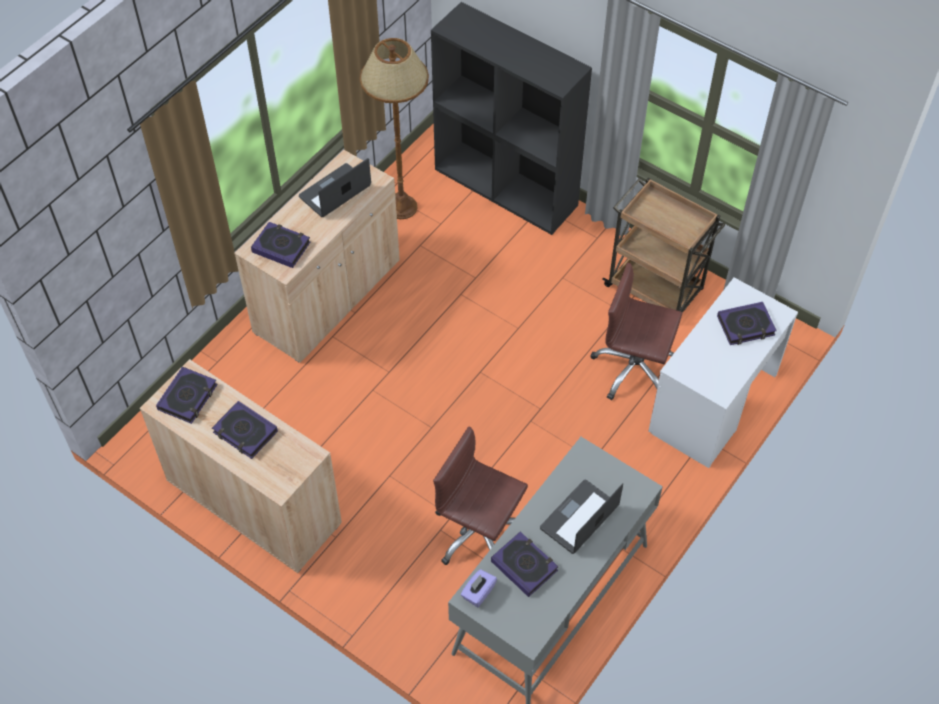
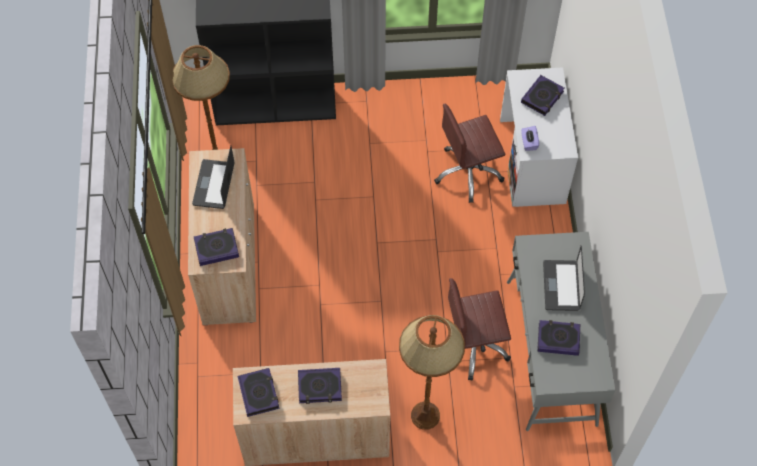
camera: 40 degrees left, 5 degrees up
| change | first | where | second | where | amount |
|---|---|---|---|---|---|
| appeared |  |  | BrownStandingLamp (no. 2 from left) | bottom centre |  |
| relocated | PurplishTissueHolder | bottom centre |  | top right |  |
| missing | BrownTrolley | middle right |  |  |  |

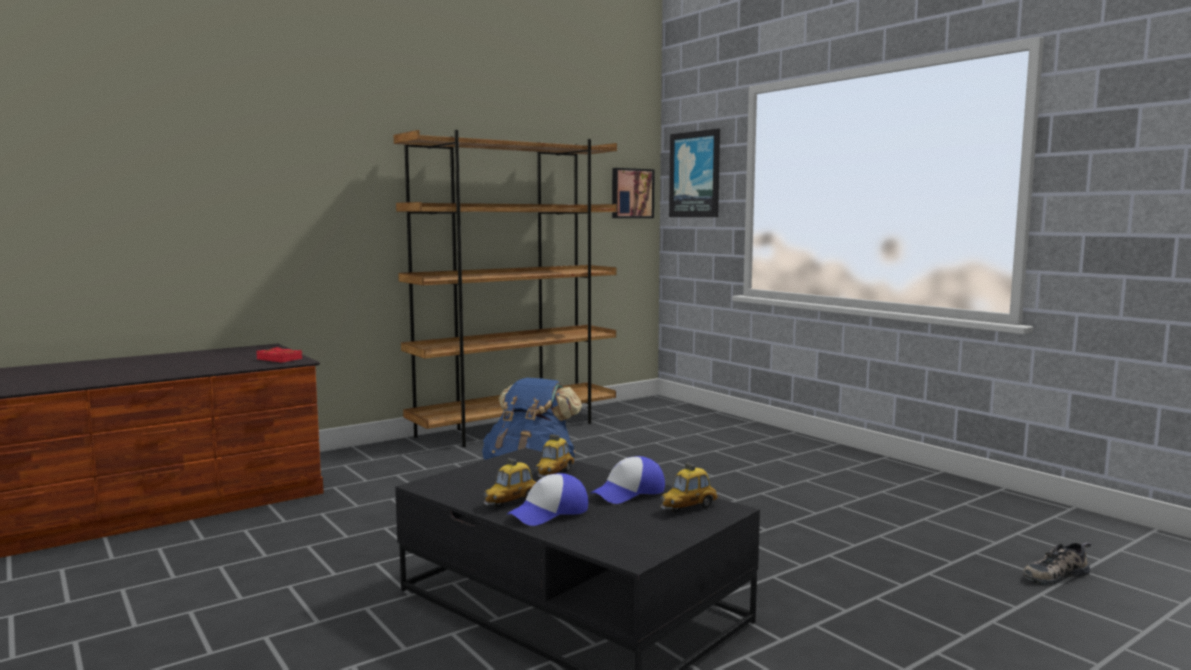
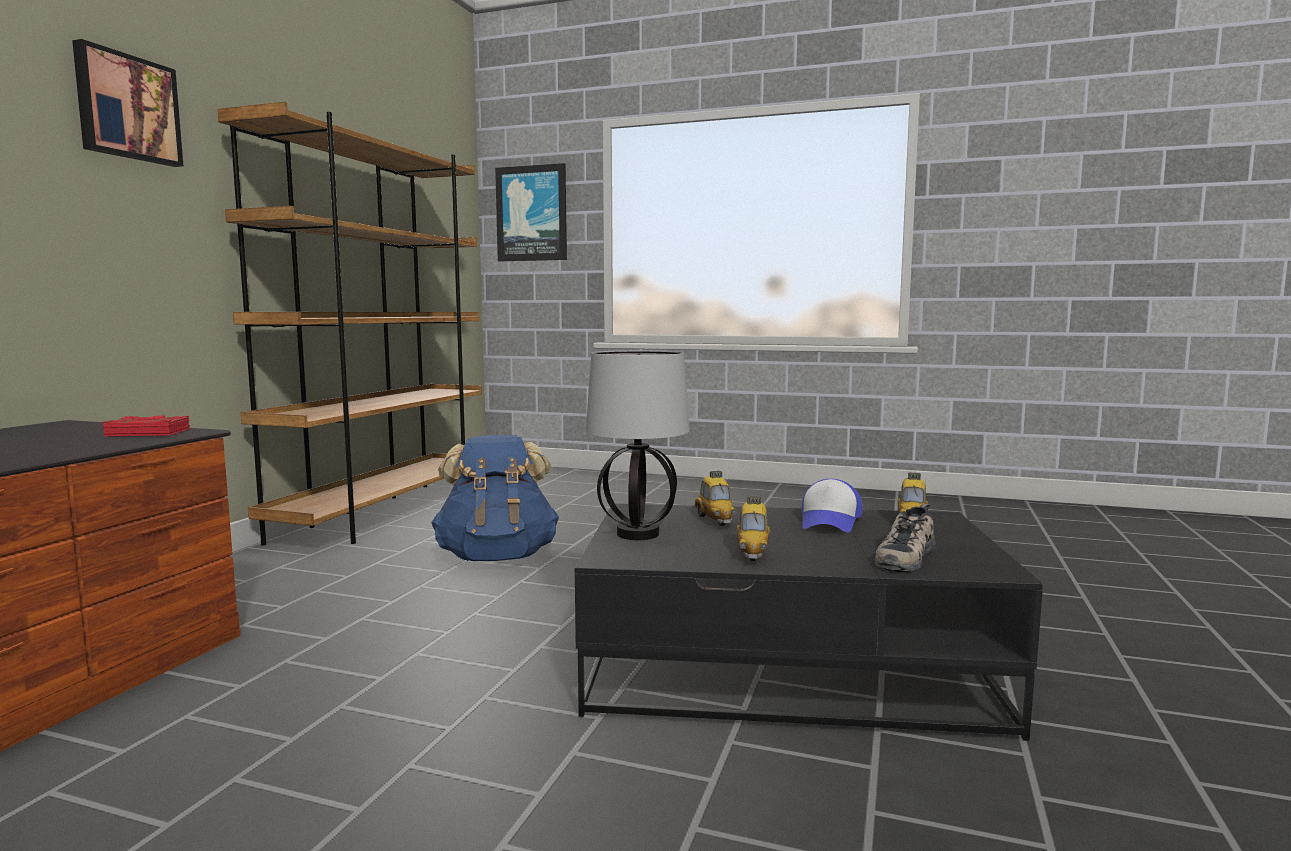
camera: 35 degrees left, 0 degrees up
| change | first | where | second | where | amount |
|---|---|---|---|---|---|
| relocated | WallArt (no. 1 from left) | top centre |  | top left |  |
| appeared |  |  | TabletopLamp | centre |  |
| relocated | LowShoe | bottom right |  | middle right |  |
| missing | BaseballCap (no. 1 from left) | bottom centre |  |  |  |

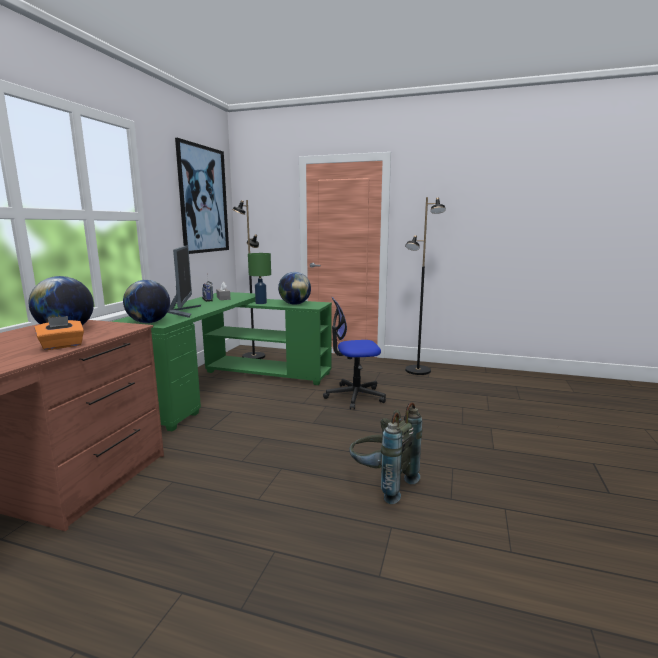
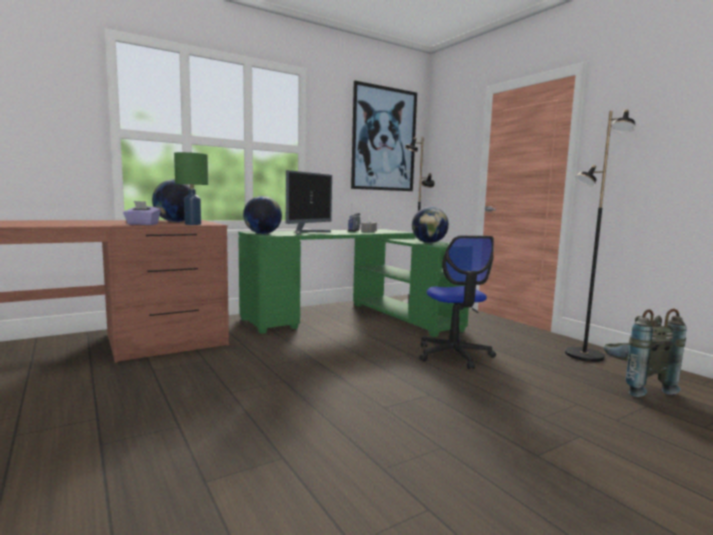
camera: 40 degrees right, 5 degrees down
| change | first | where | second | where | amount |
|---|---|---|---|---|---|
| colour | OrangeTissueHolder | middle left | PurplishTissueHolder | middle left |  |
| relocated | GreenTabletopLamp | centre |  | middle left |  |
| spun | ComputerChair | centre |  | centre | 135 degrees counterclockwise |
| relocated | GrayRucksack | bottom centre |  | middle right |  |

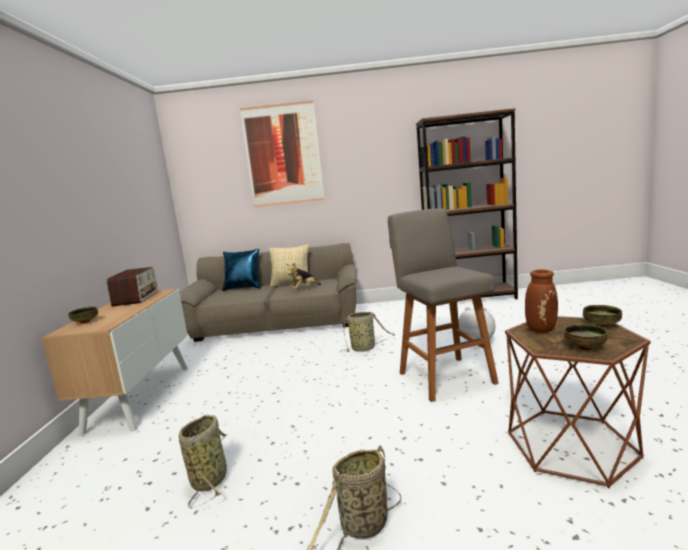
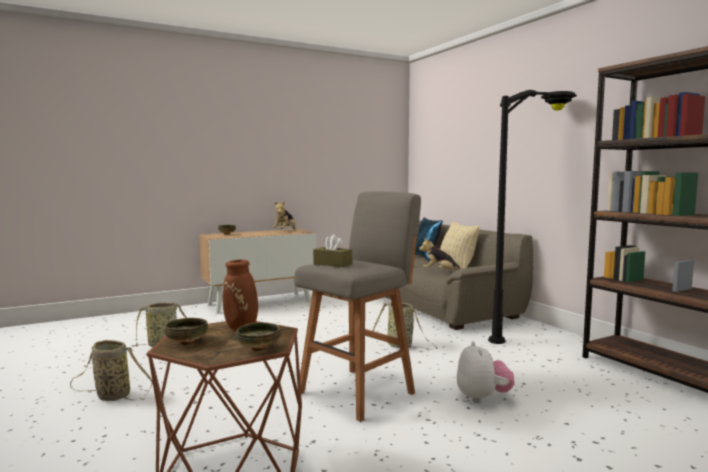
camera: 60 degrees right, 5 degrees down
| change | first | where | second | where | amount |
|---|---|---|---|---|---|
| exchanged | RadioReceiver | middle left | CuddlyToy (no. 1 from left) | centre |  |
| appeared |  |  | BrownTissueHolder | centre |  |
| appeared |  |  | BlackColouredStandingLamp | middle right |  |
| missing | WallArt | top centre |  |  |  |

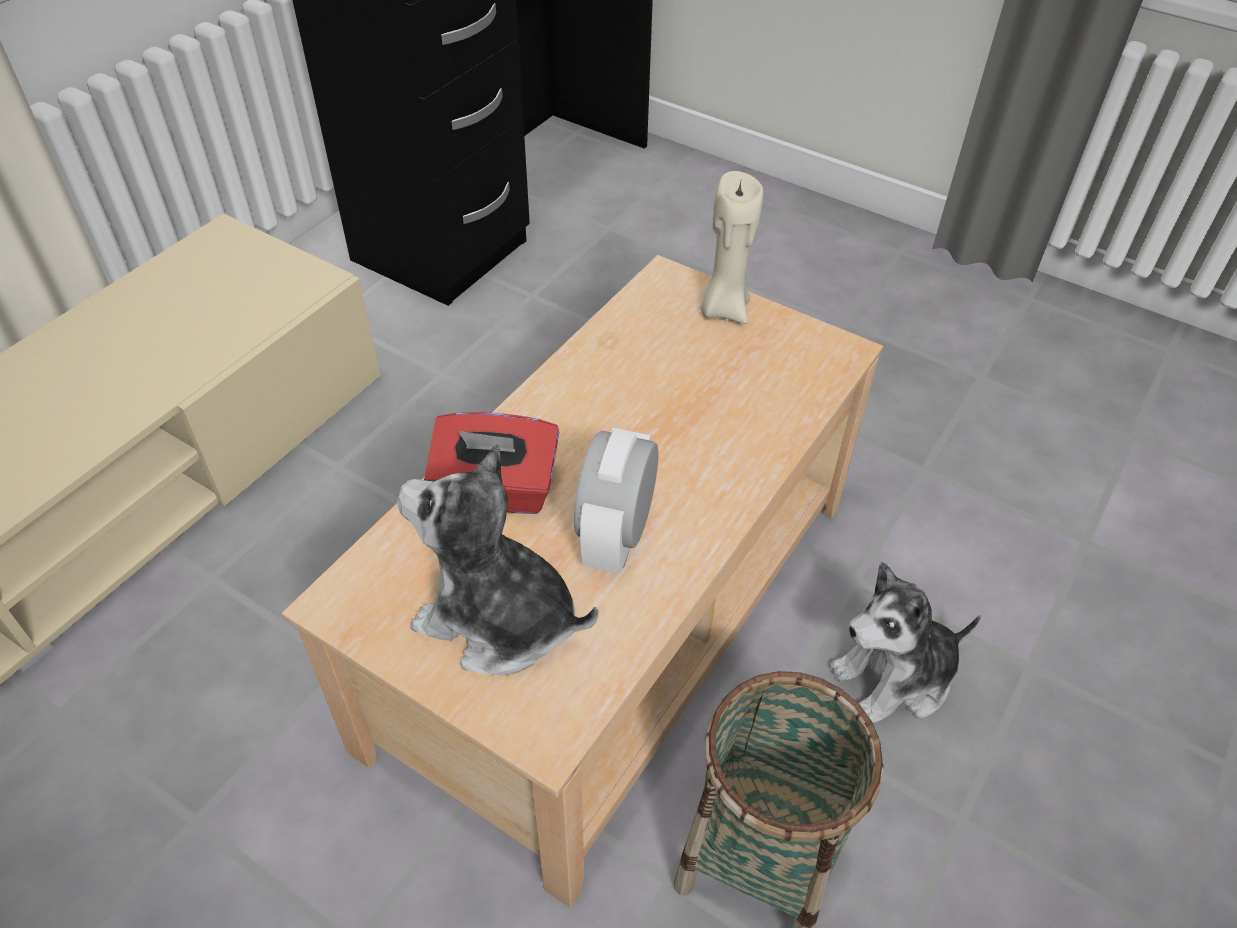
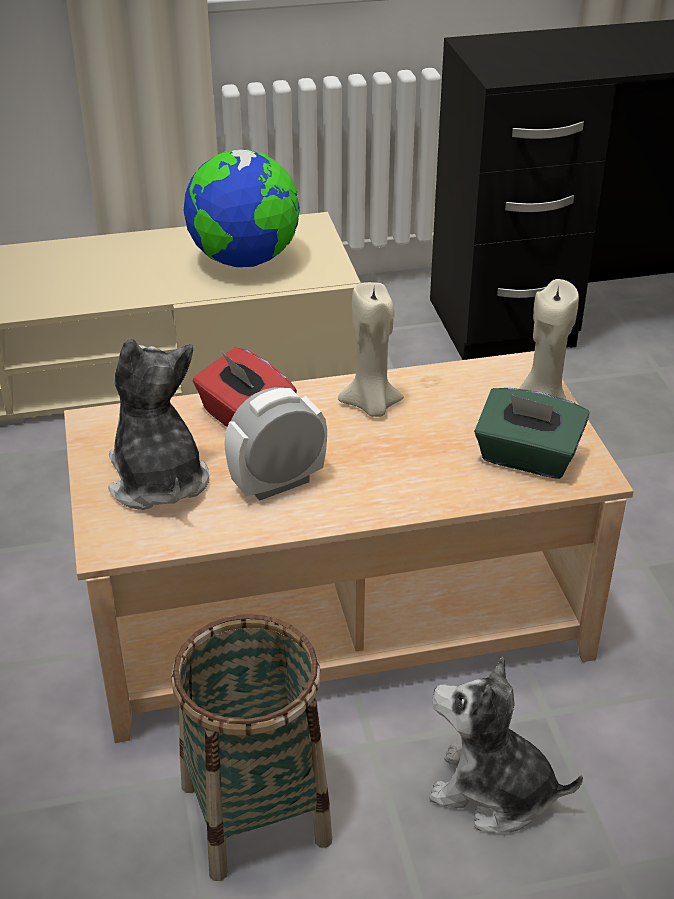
camera: 45 degrees right, 10 degrees down
| change | first | where | second | where | amount |
|---|---|---|---|---|---|
| appeared |  |  | Globe | top centre |  |
| appeared |  |  | SandColouredWaxLight (no. 1 from left) | centre |  |
| appeared |  |  | GreenTissueHolder | middle right |  |

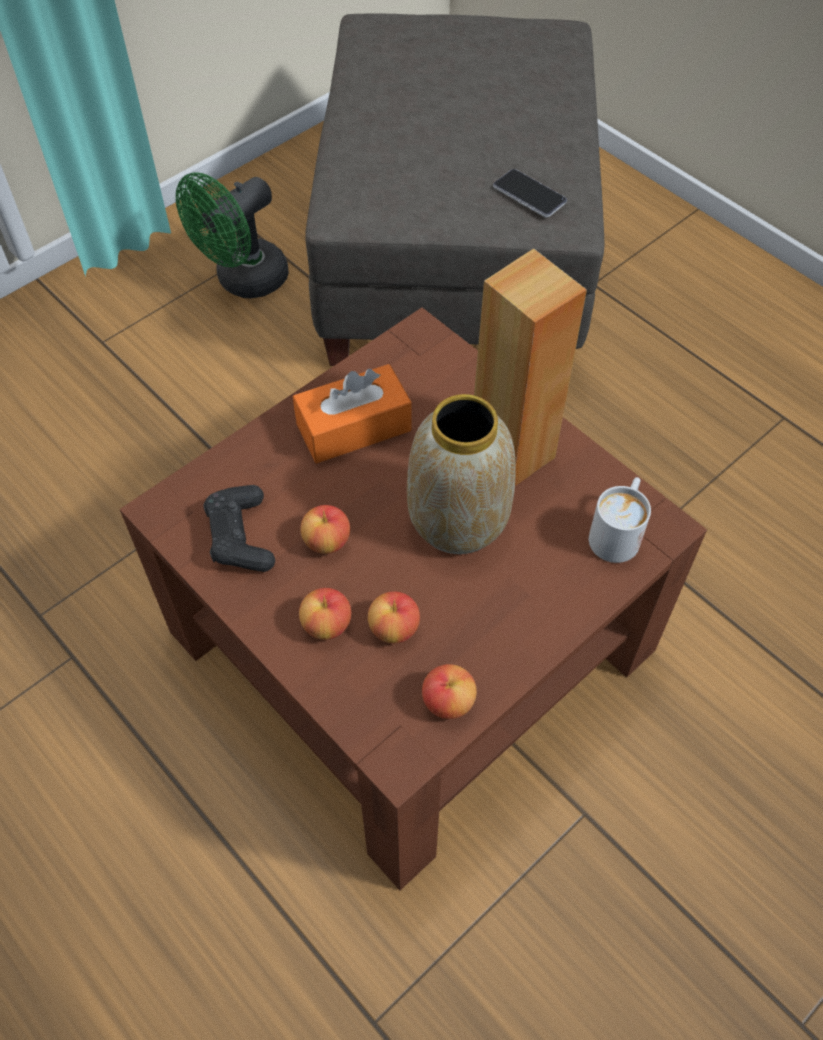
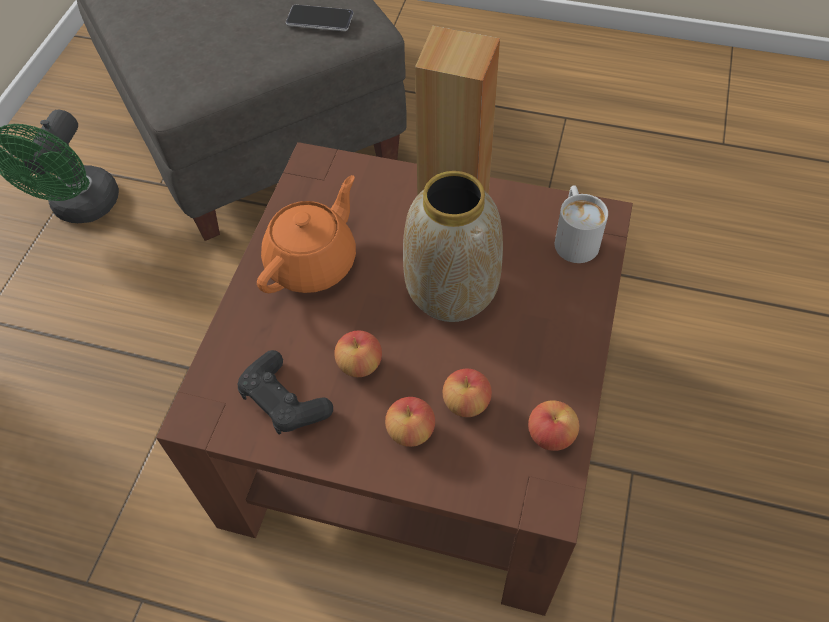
camera: 30 degrees left, 0 degrees up
| change | first | where | second | where | amount |
|---|---|---|---|---|---|
| exchanged | OrangeTissueHolder | centre | OrangePotForTea | centre |  |

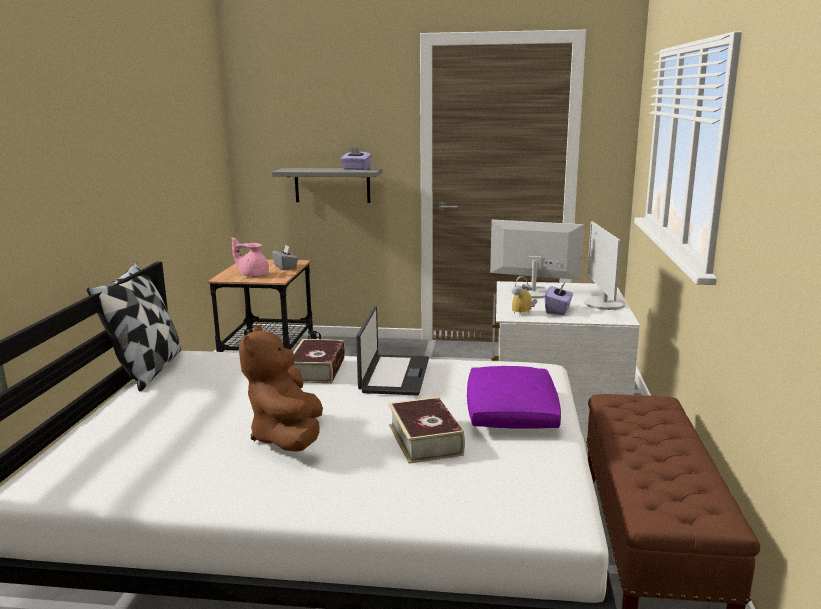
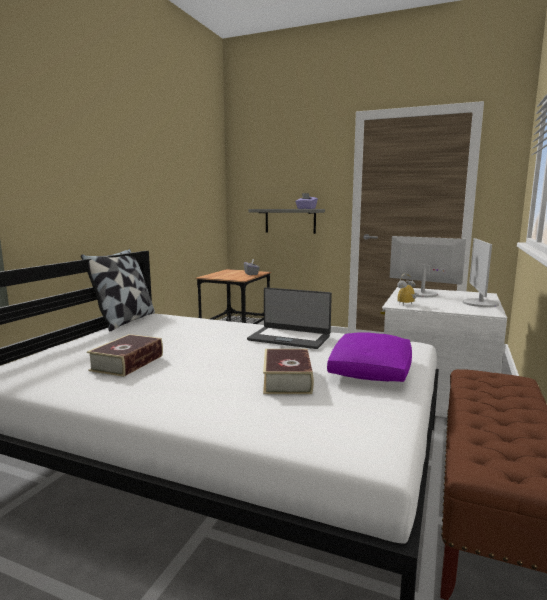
camera: 15 degrees right, 5 degrees down
| change | first | where | second | where | amount |
|---|---|---|---|---|---|
| relocated | BoundBook (no. 1 from left) | centre |  | middle left |  |
| spun | Laptop | centre |  | centre | 90 degrees clockwise |
| missing | PinkColouredPotForTea | middle left |  |  |  |
| missing | BrownCuddlyToy | centre |  |  |  |
| missing | PurplishTissueHolder (no. 2 from left) | middle right |  |  |  |

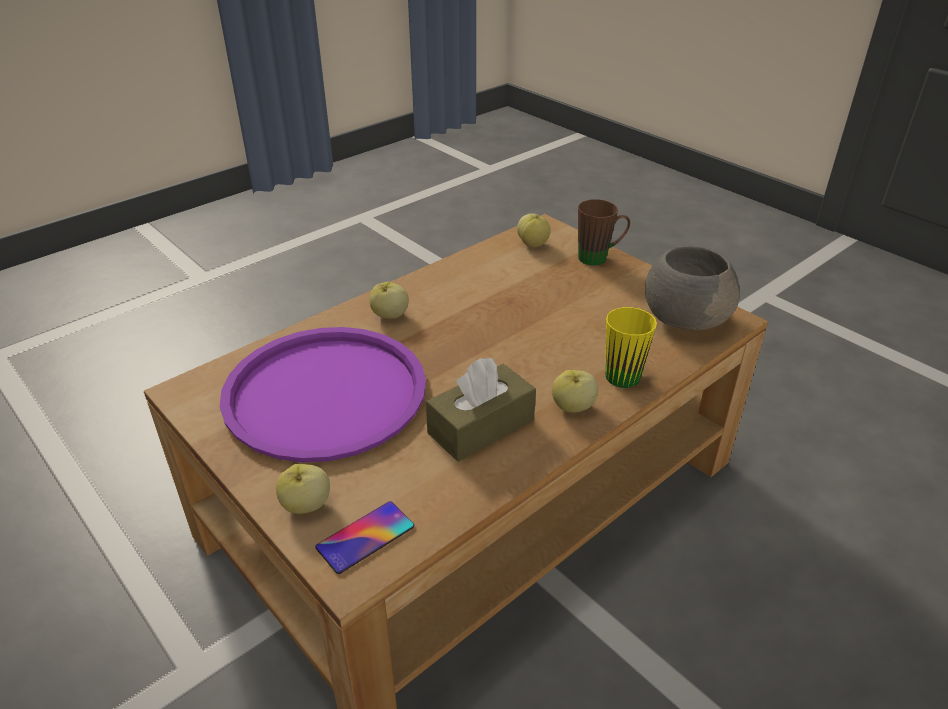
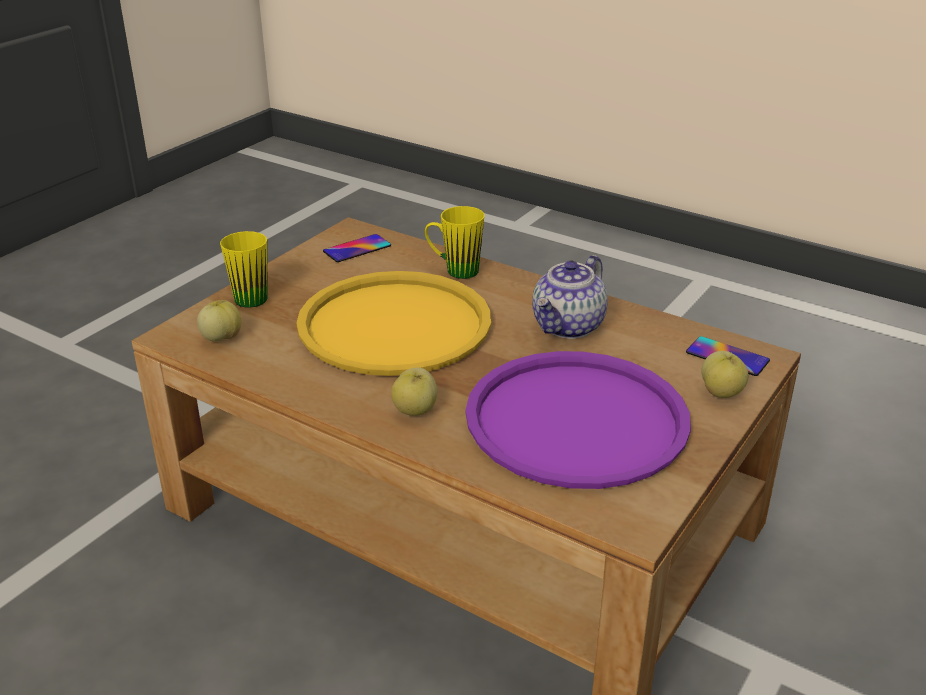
camera: 105 degrees left, 5 degrees down
| change | first | where | second | where | amount |
|---|---|---|---|---|---|
| colour | BrownMug | top centre | YellowColouredMug (no. 1 from left) | middle left |  |
| appeared |  |  | YellowColouredTray | centre |  |
| exchanged | GrayDeepDish | middle right | Phone (no. 1 from left) | centre |  |
| exchanged | BrownTissueHolder | centre | PotForTea | centre |  |
| missing | Apple (no. 4 from left) | centre |  |  |  |

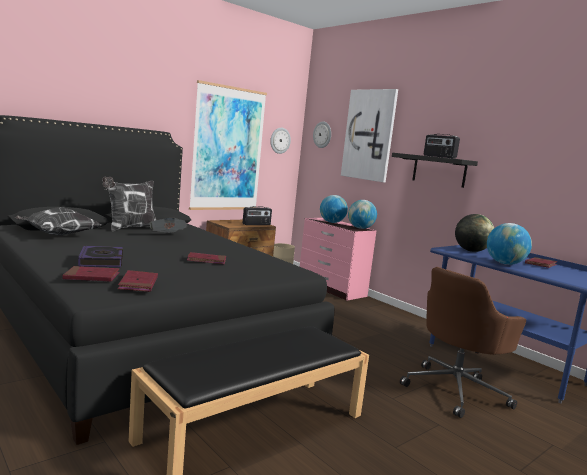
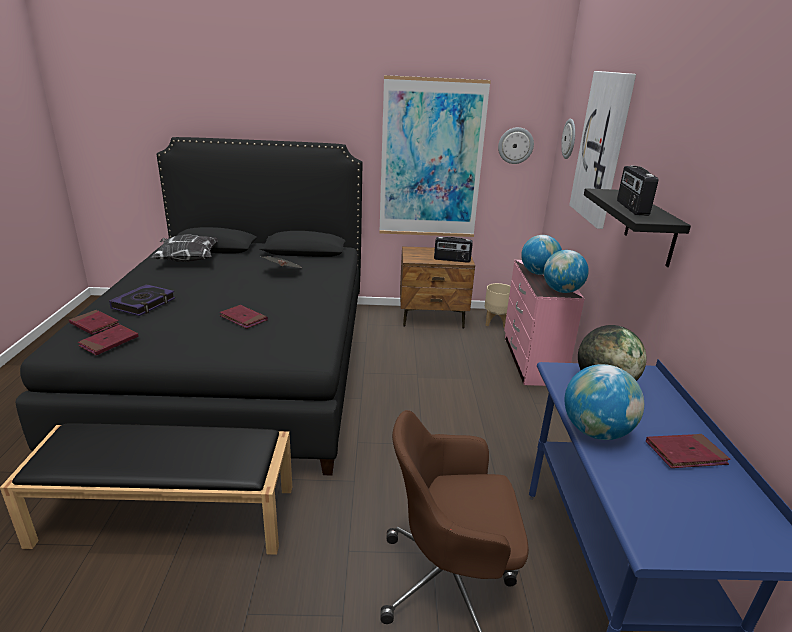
camera: 40 degrees right, 15 degrees up
| change | first | where | second | where | amount |
|---|---|---|---|---|---|
| missing | Pillow (no. 2 from left) | middle left |  |  |  |

